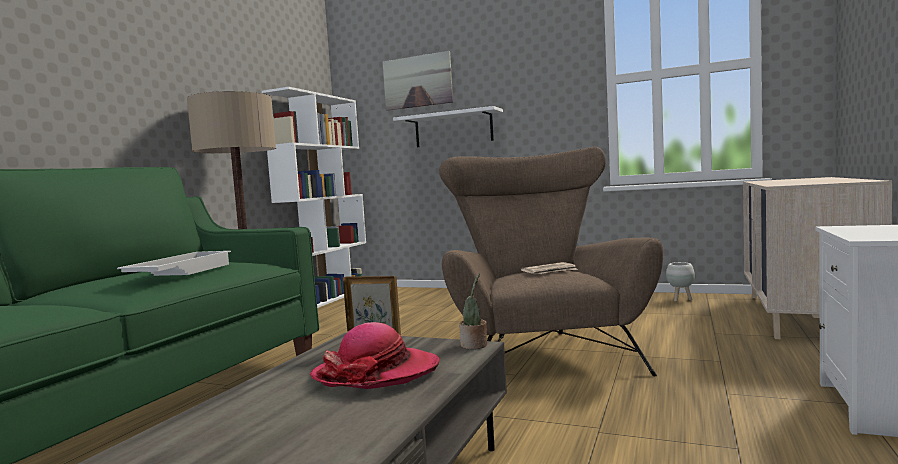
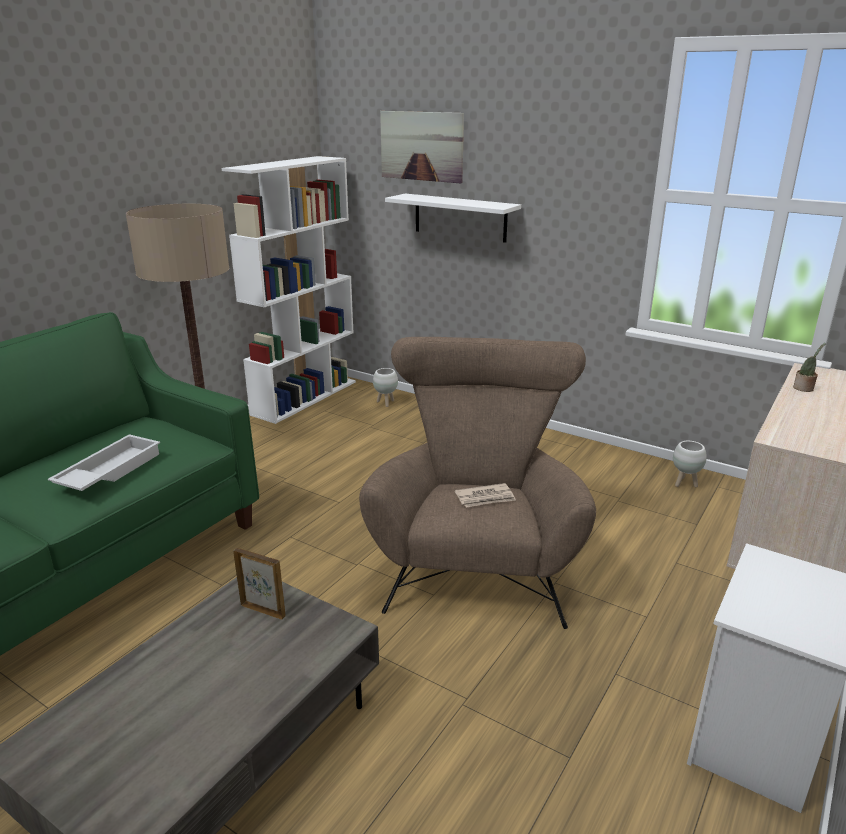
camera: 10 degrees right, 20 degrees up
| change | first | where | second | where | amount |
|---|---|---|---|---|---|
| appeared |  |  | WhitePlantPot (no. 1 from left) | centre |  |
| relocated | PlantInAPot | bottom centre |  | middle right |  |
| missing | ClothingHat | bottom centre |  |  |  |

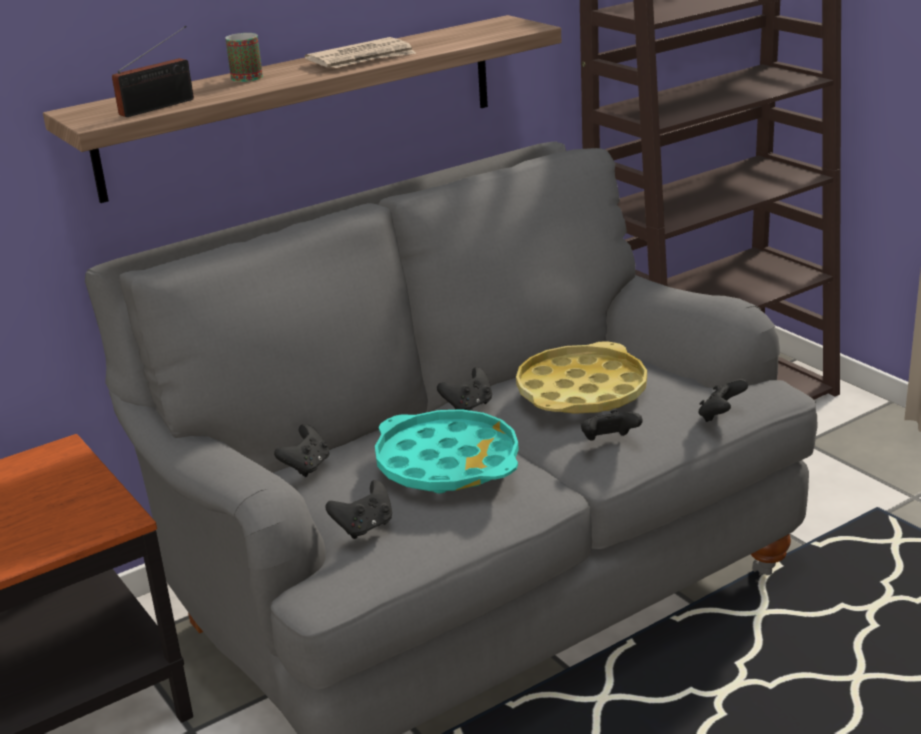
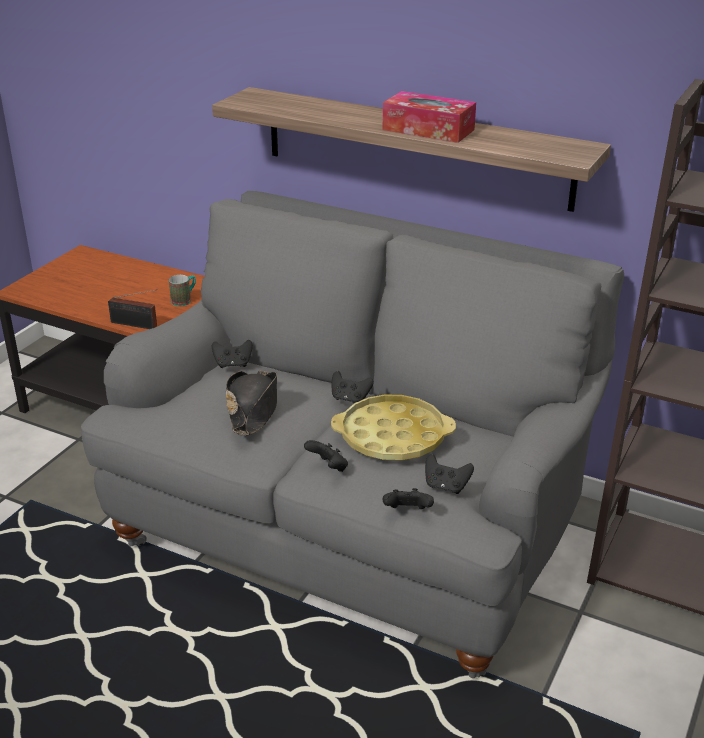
camera: 60 degrees right, 5 degrees up
| change | first | where | second | where | amount |
|---|---|---|---|---|---|
| relocated | RadioReceiver | top left |  | middle left |  |
| relocated | Mug | top left |  | middle left |  |
| exchanged | TurquoiseTray | centre | BlackColouredClothingHat | centre |  |
| exchanged | DailyPaper | top centre | TissueHolder | top centre |  |
| relocated | BlackColouredGamepad (no. 2 from left in the first image) | bottom centre | BlackColouredGamepad (no. 5 from left) | centre |  |

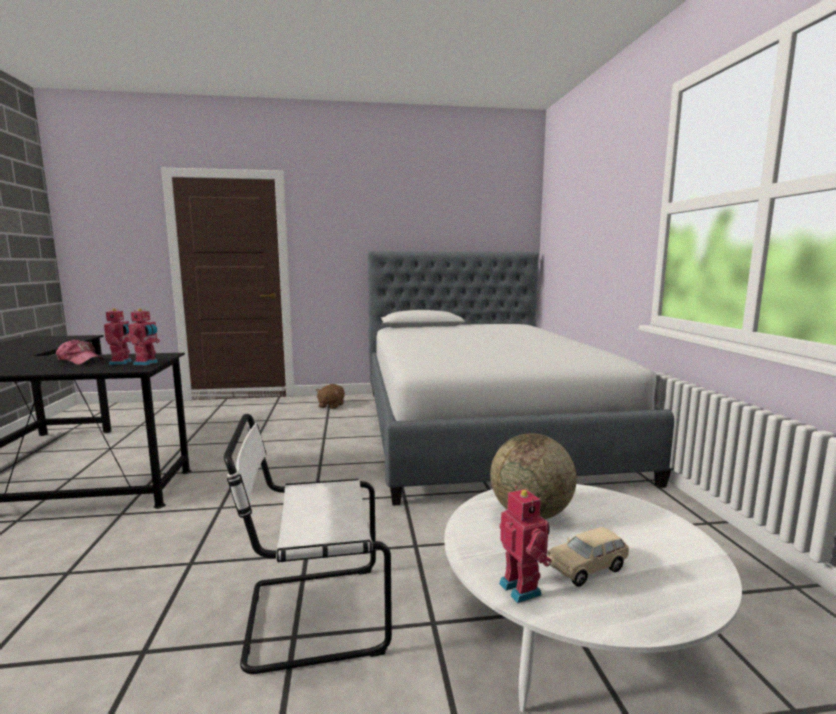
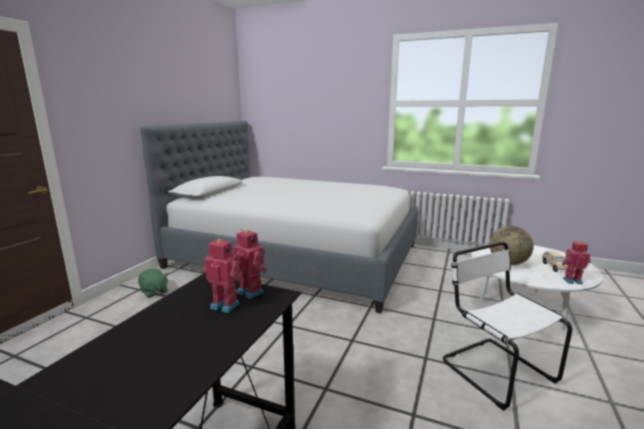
camera: 60 degrees left, 5 degrees up
| change | first | where | second | where | amount |
|---|---|---|---|---|---|
| colour | BrownCuddlyToy | centre | GreenCuddlyToy | middle left |  |
| spun | WhiteChair | bottom centre |  | bottom right | 135 degrees clockwise |
| missing | BaseballCap | middle left |  |  |  |

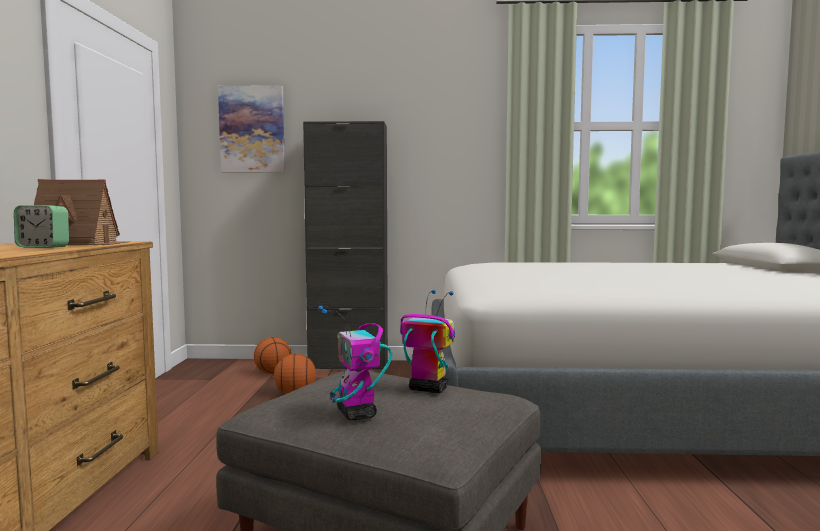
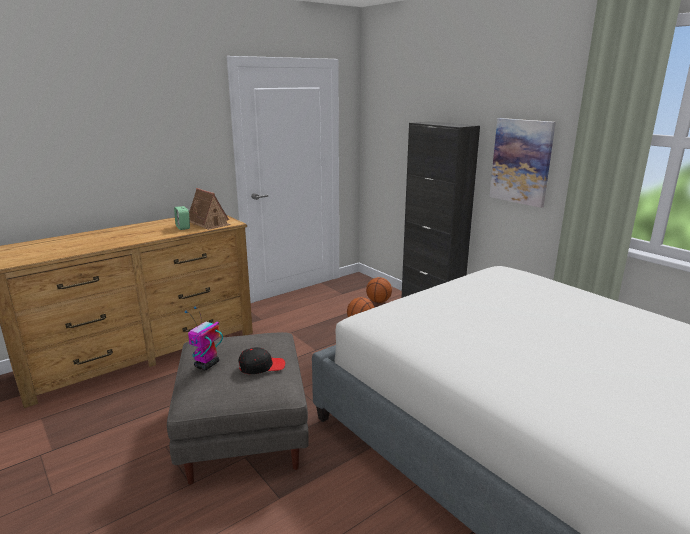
camera: 50 degrees right, 15 degrees up
| change | first | where | second | where | amount |
|---|---|---|---|---|---|
| exchanged | ModelRobot (no. 2 from left) | centre | BlackColouredBaseballCap | bottom centre |  |
| relocated | WallArt | top left |  | top right |  |

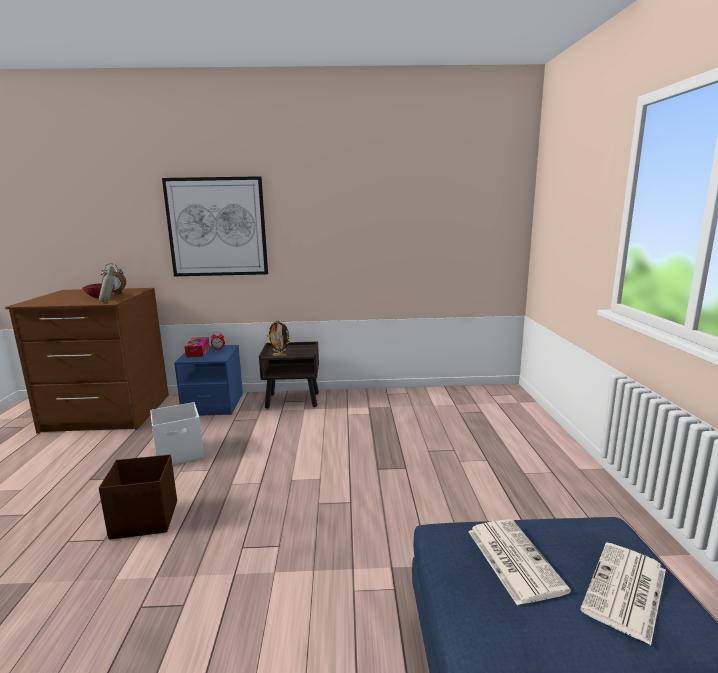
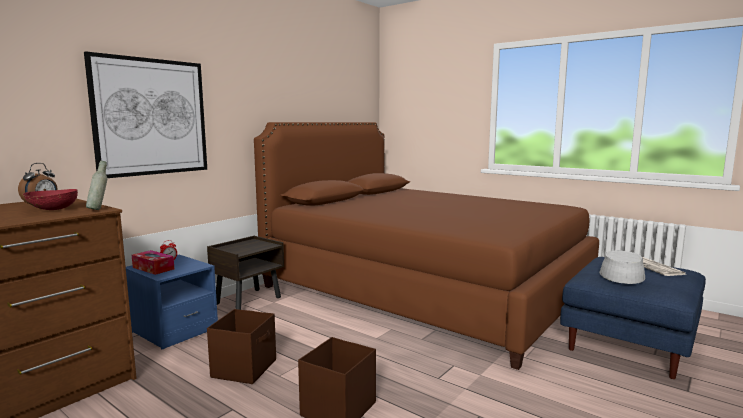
camera: 50 degrees left, 5 degrees down
| change | first | where | second | where | amount |
|---|---|---|---|---|---|
| colour | WhiteStorageContainer | middle left | BrownStorageContainer (no. 1 from left) | bottom left |  |
| appeared |  |  | BrownBed | centre |  |
| exchanged | DailyPaper (no. 1 from left) | bottom right | GrayClothingHat | middle right |  |
| missing | PictureFrame | centre |  |  |  |

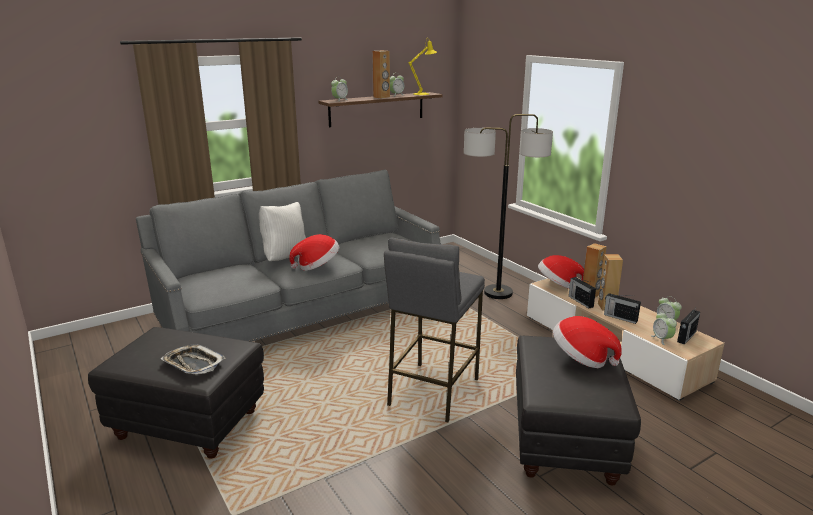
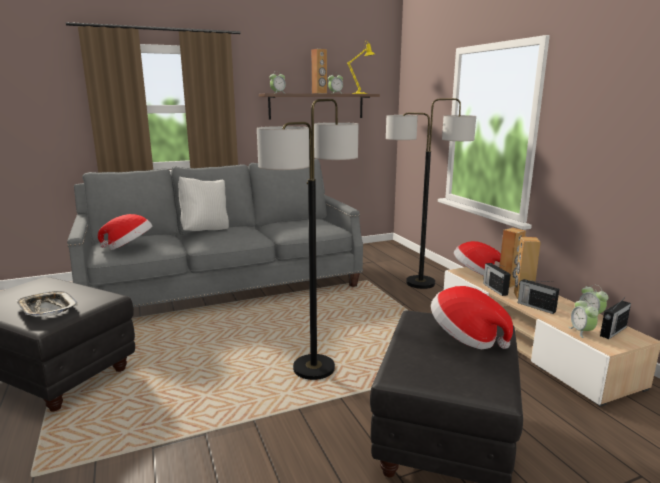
camera: 10 degrees right, 5 degrees down
| change | first | where | second | where | amount |
|---|---|---|---|---|---|
| relocated | ClothingHat (no. 1 from left) | centre |  | middle left |  |
| exchanged | GrayStool | centre | StandingLamp (no. 1 from left) | centre |  |

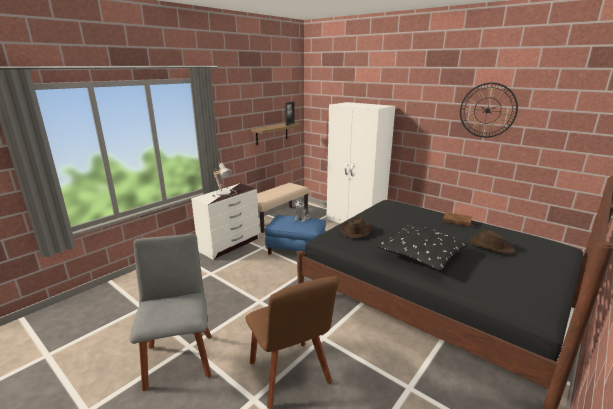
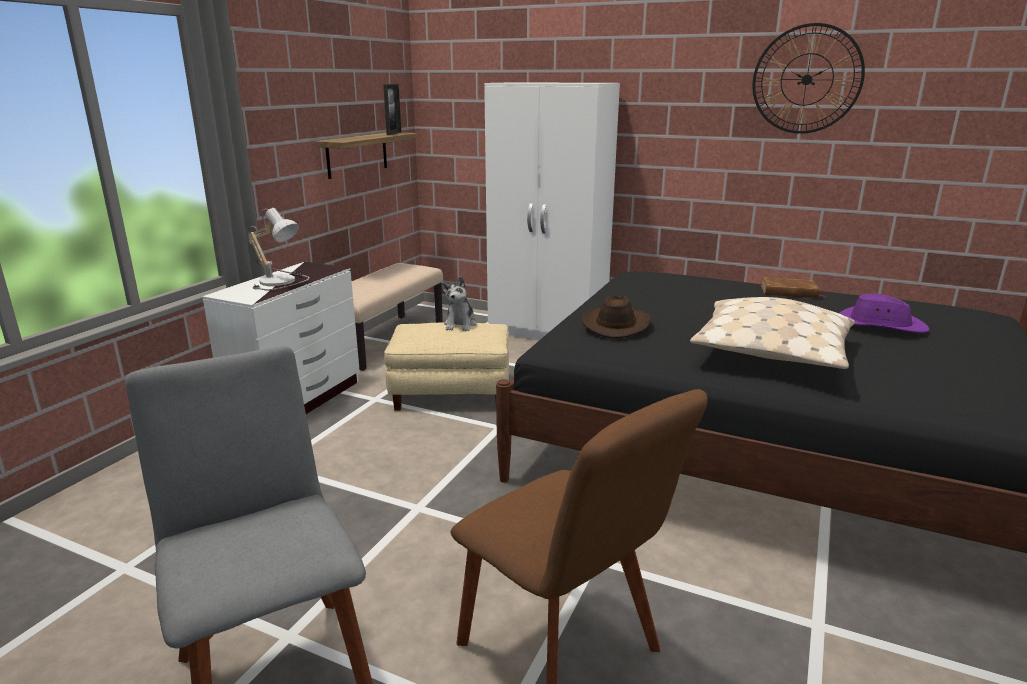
camera: 15 degrees left, 0 degrees up
| change | first | where | second | where | amount |
|---|---|---|---|---|---|
| colour | BluishFootrest | centre | SandColouredFootrest | centre |  |
| colour | BlackColouredPillow | middle right | SandColouredPillow | middle right |  |
| colour | BrownClothingHat (no. 2 from left) | middle right | PurplishClothingHat | middle right |  |

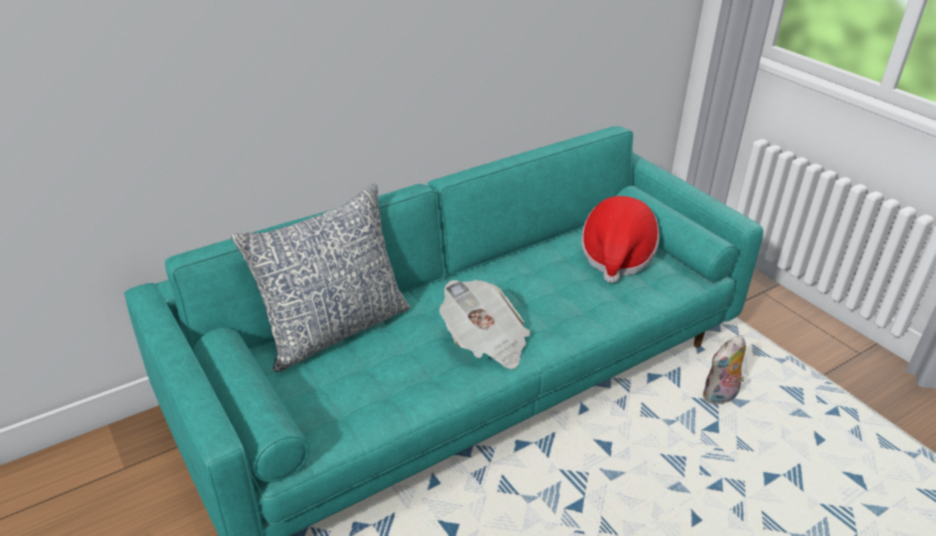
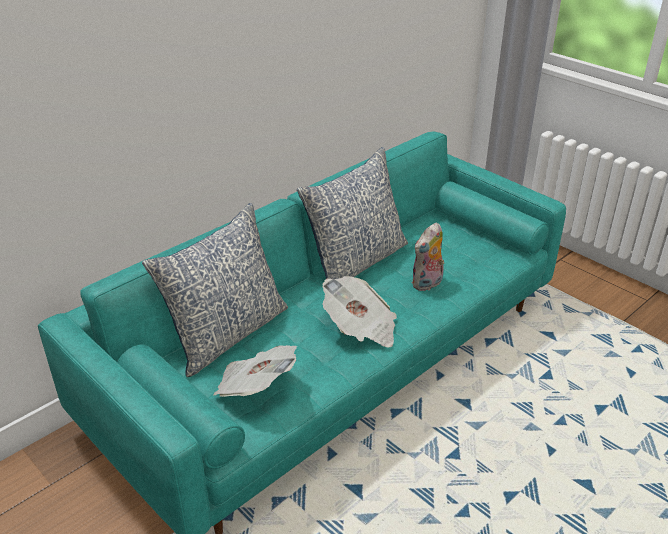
camera: 10 degrees left, 0 degrees up
| change | first | where | second | where | amount |
|---|---|---|---|---|---|
| appeared |  |  | DailyPaper (no. 1 from left) | bottom centre |  |
| appeared |  |  | Pillow (no. 2 from left) | centre |  |
| relocated | CuddlyToy | bottom right |  | centre |  |
| missing | ClothingHat | centre |  |  |  |

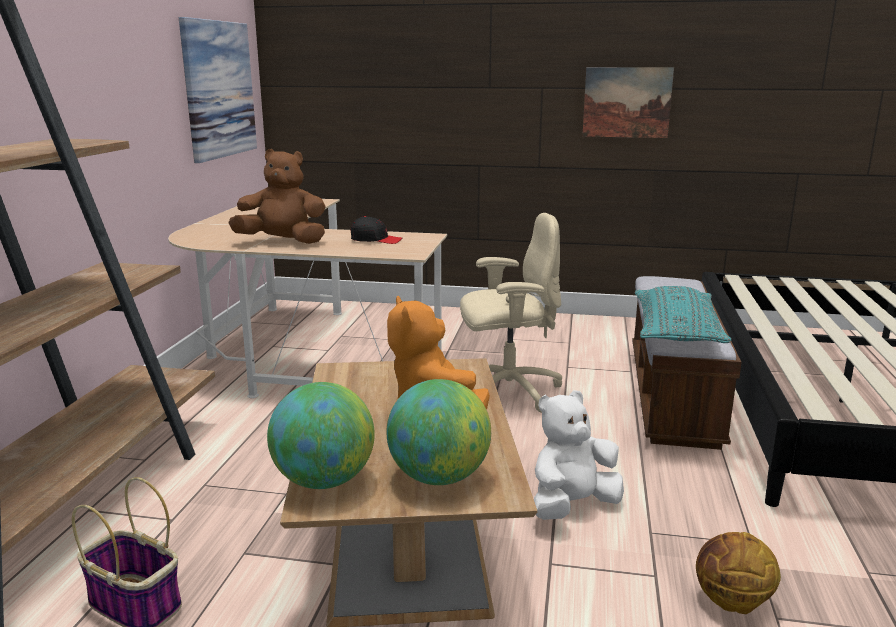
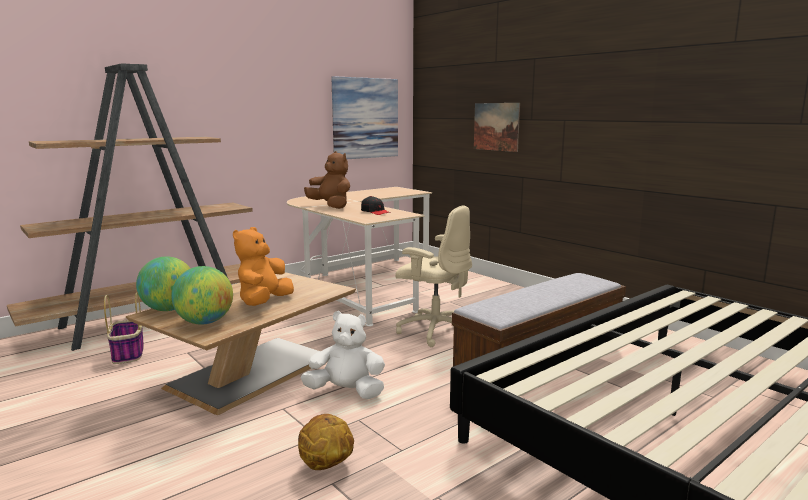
camera: 40 degrees right, 5 degrees down
| change | first | where | second | where | amount |
|---|---|---|---|---|---|
| relocated | WallArt (no. 2 from left) | top right |  | top centre |  |
| missing | TurquoisePillow | middle right |  |  |  |

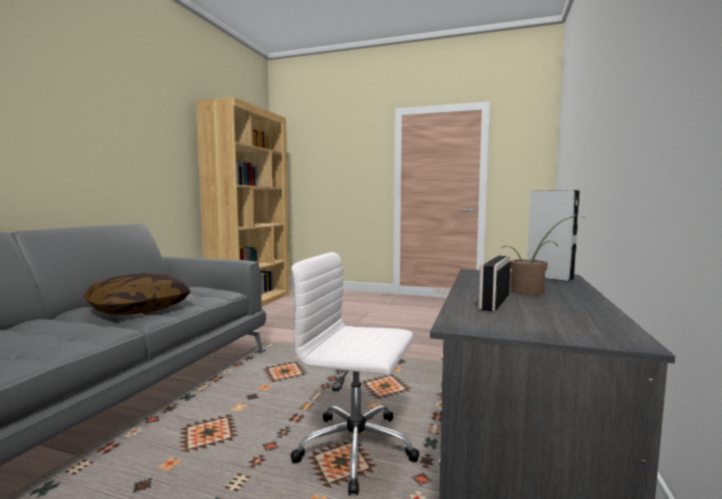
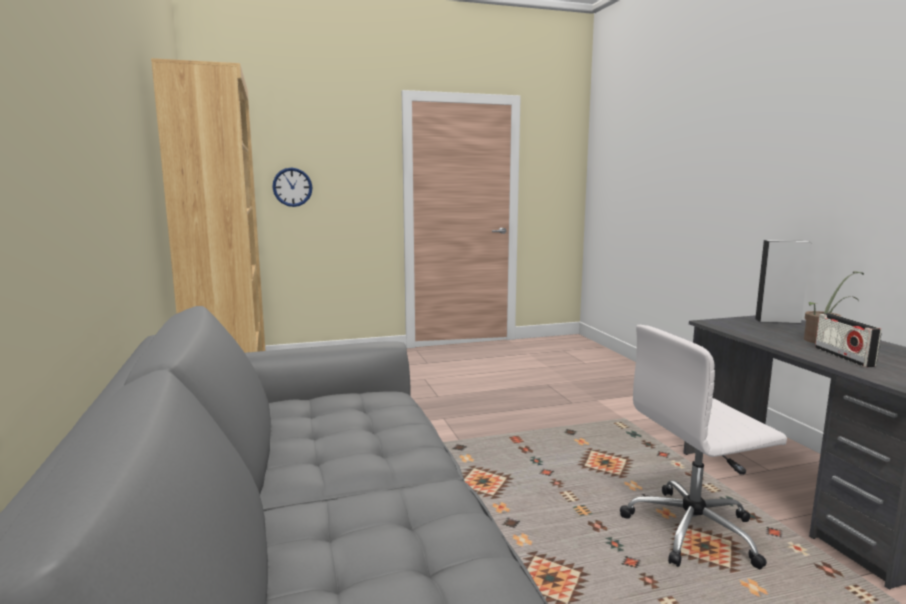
camera: 35 degrees left, 5 degrees up
| change | first | where | second | where | amount |
|---|---|---|---|---|---|
| appeared |  |  | HangingClock | top left |  |
| missing | Pillow | middle left |  |  |  |

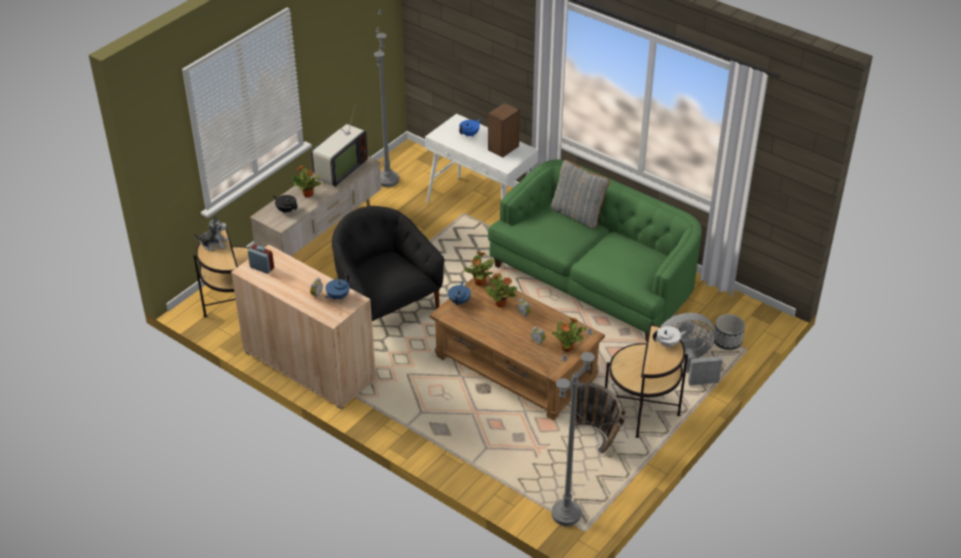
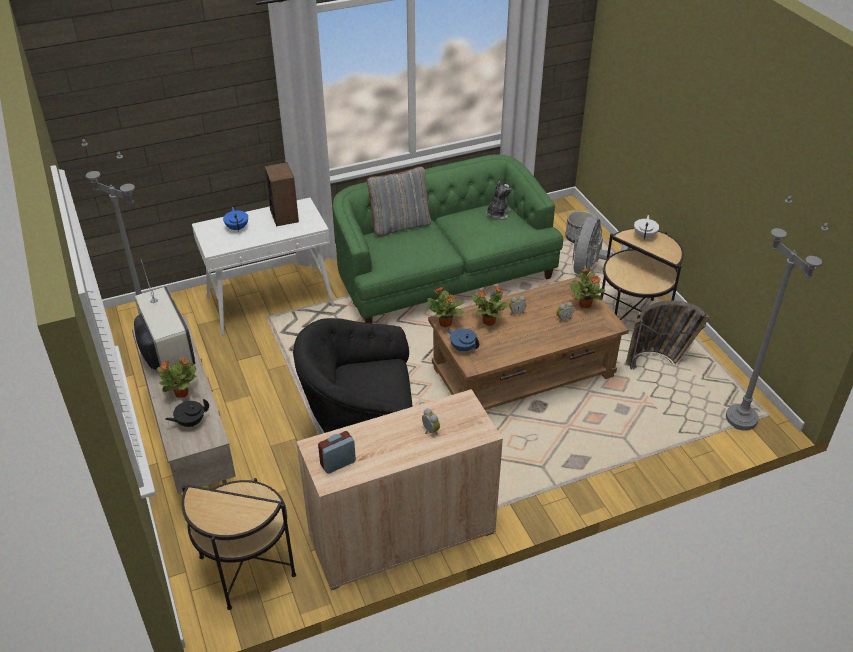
camera: 60 degrees left, 0 degrees up
| change | first | where | second | where | amount |
|---|---|---|---|---|---|
| relocated | CuddlyToy | middle left |  | top centre |  |
| missing | BluishPotForTea (no. 1 from left) | centre |  |  |  |

